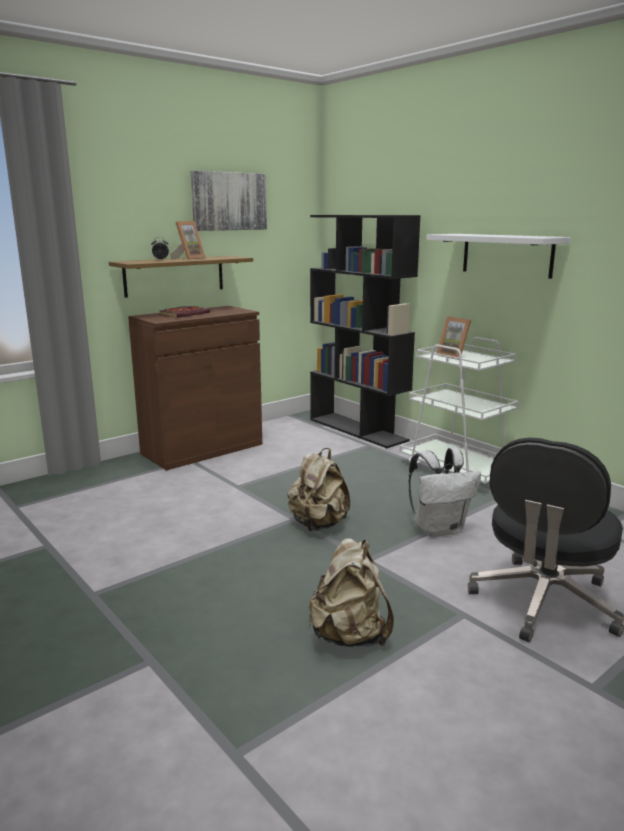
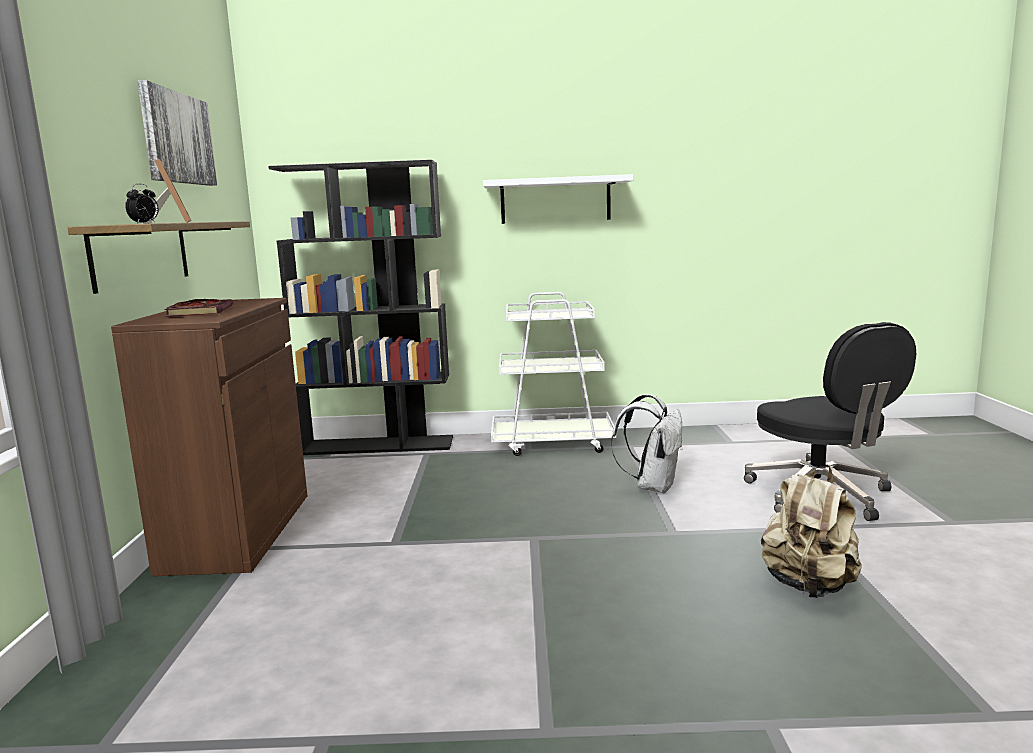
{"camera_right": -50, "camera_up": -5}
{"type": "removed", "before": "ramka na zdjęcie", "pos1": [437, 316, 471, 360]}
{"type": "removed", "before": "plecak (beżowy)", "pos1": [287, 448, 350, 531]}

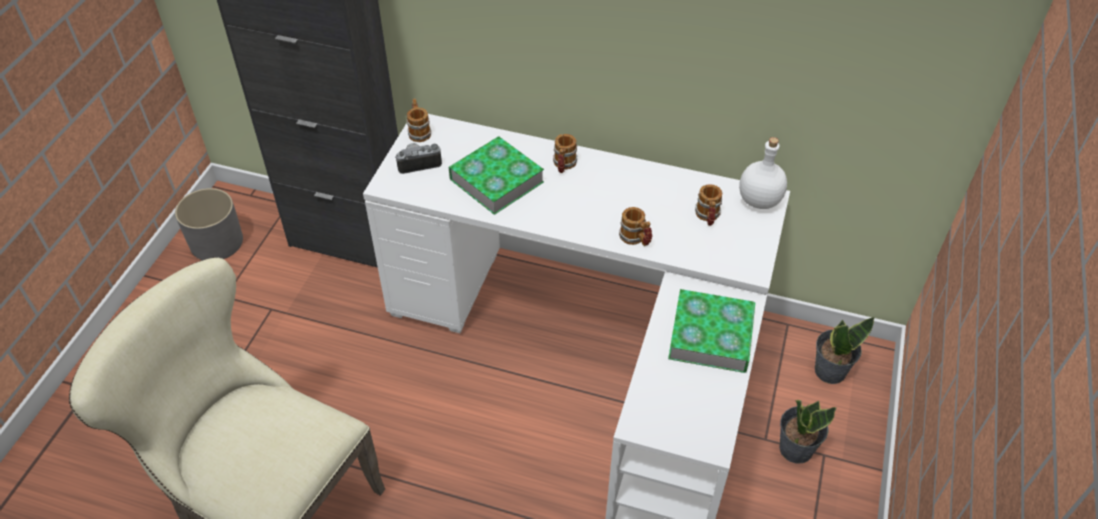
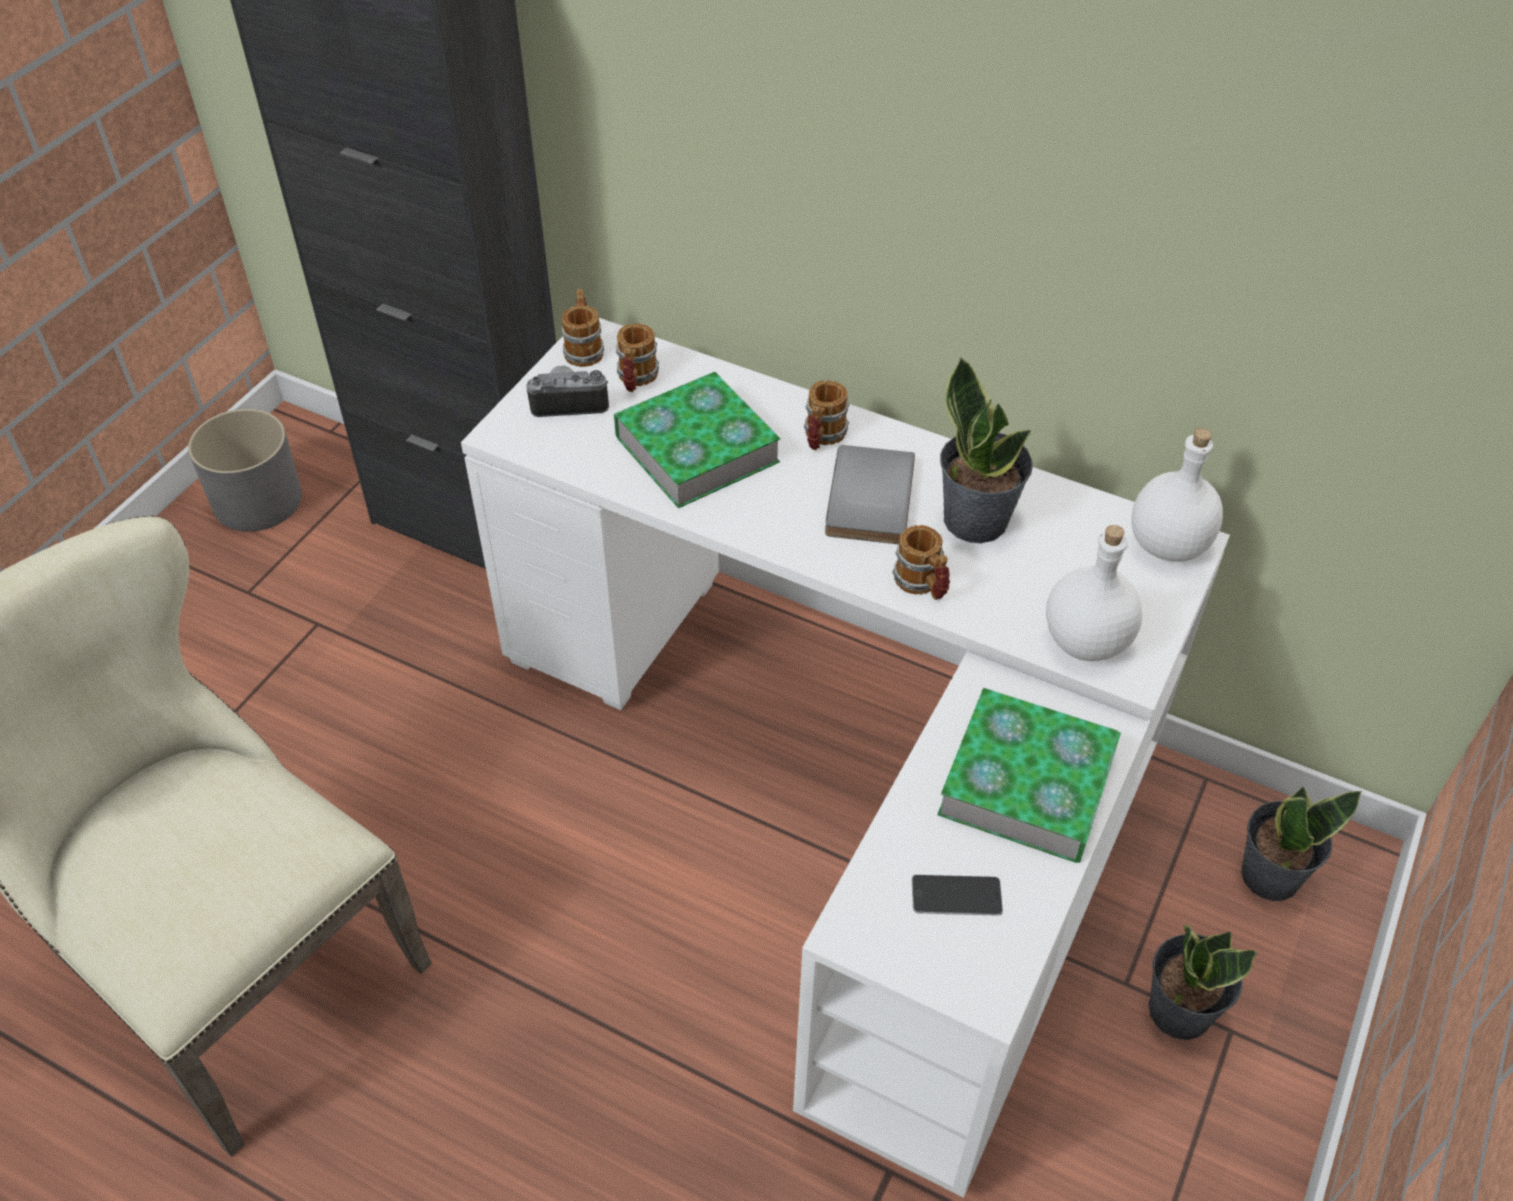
{"camera_right": 10, "camera_up": 0}
{"type": "moved", "before": "kubek", "pos1": [695, 184, 722, 226], "pos2": [616, 324, 659, 392]}
{"type": "added", "after": "roślina doniczkowa", "pos2": [940, 357, 1033, 543]}
{"type": "added", "after": "książka (szary)", "pos2": [825, 445, 915, 544]}
{"type": "added", "after": "butelka (biały)", "pos2": [1046, 525, 1142, 661]}
{"type": "added", "after": "telefon", "pos2": [912, 875, 1003, 916]}

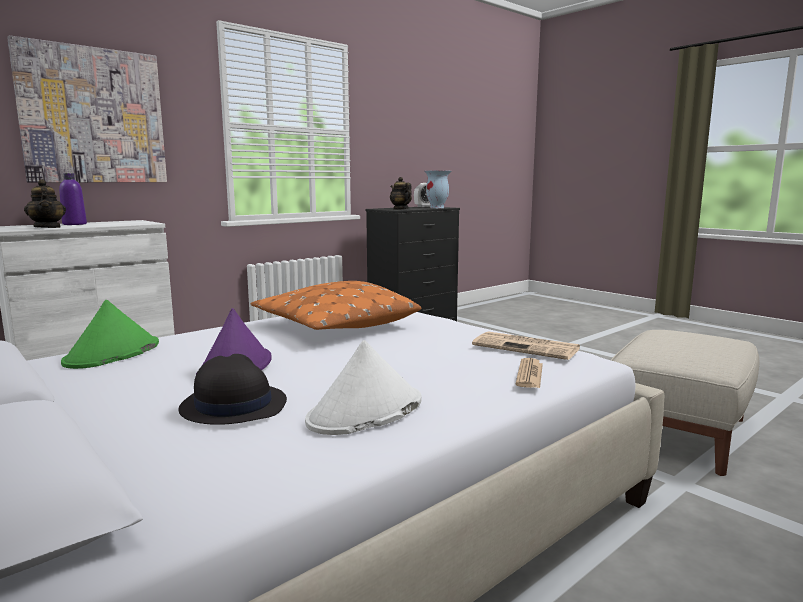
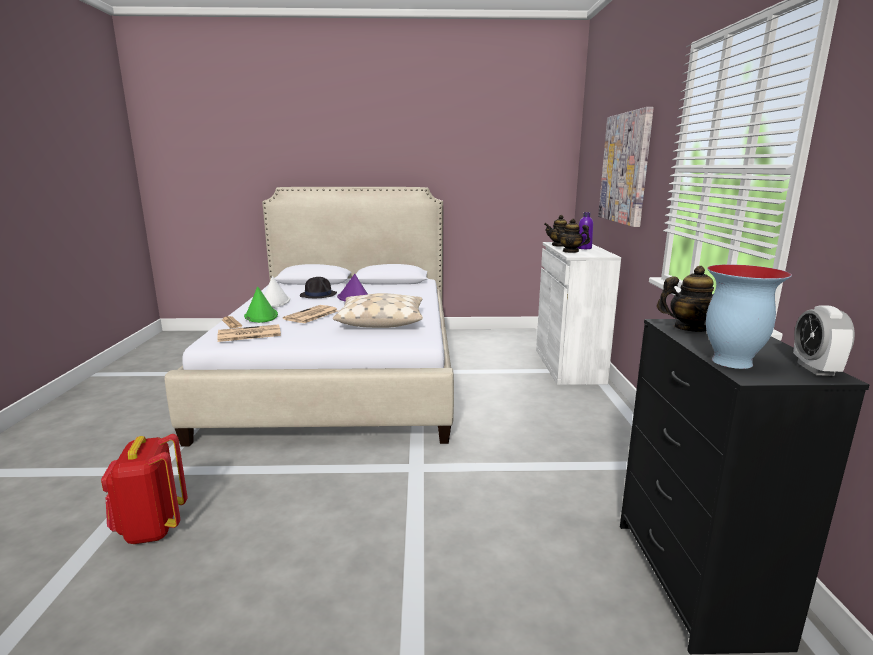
{"camera_right": 130, "camera_up": 5}
{"type": "recoloured", "before": "poduszka (pomarańczowy)", "after": "poduszka (beżowy)", "pos1": [251, 281, 421, 330], "pos2": [333, 293, 423, 328]}
{"type": "moved", "before": "kapelusz (zielony)", "pos1": [61, 300, 159, 369], "pos2": [244, 287, 278, 323]}
{"type": "replaced", "before": "pufa (beżowy)", "after": "plecak (czerwony)", "pos1": [611, 330, 760, 476], "pos2": [101, 434, 187, 544]}
{"type": "added", "after": "imbryk", "pos2": [555, 219, 590, 253]}
{"type": "added", "after": "gazeta", "pos2": [283, 305, 338, 324]}

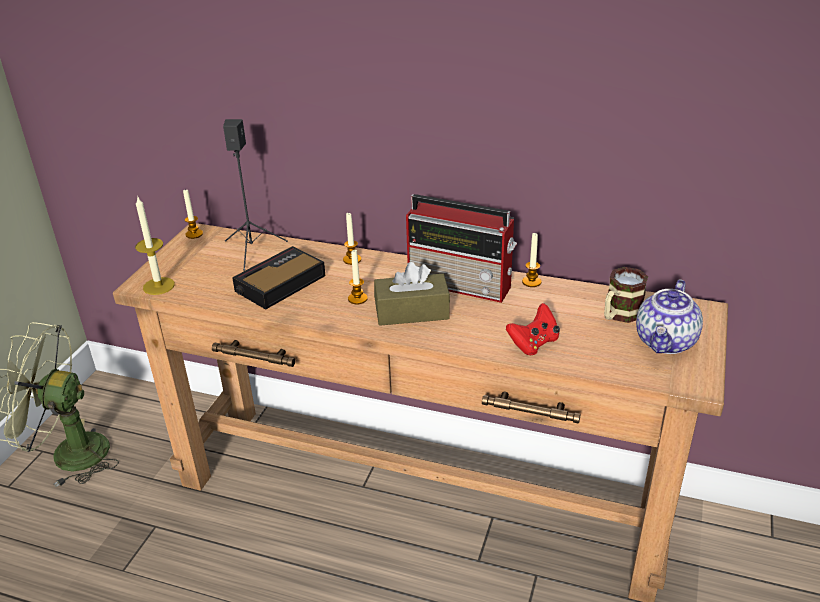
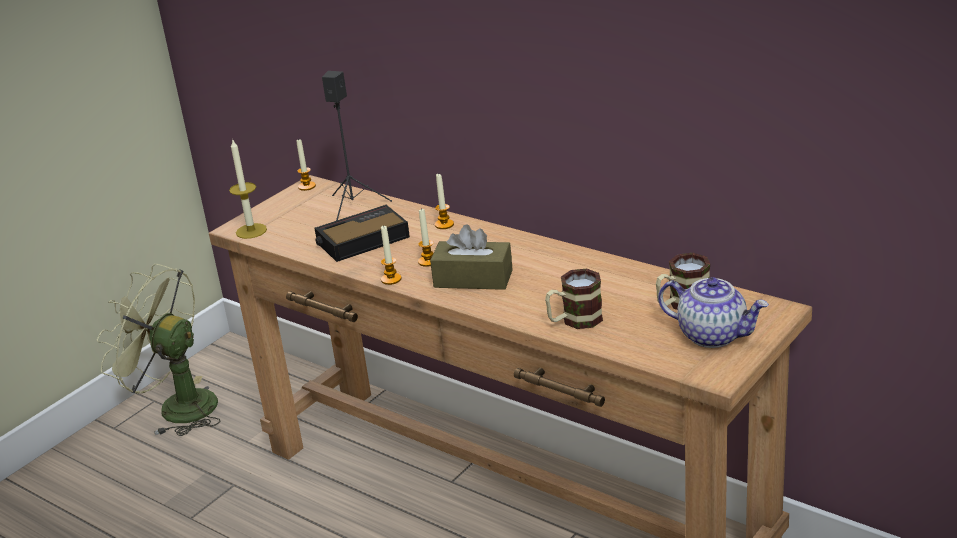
{"camera_right": 20, "camera_up": -5}
{"type": "removed", "before": "radio", "pos1": [406, 194, 517, 303]}
{"type": "moved", "before": "świeca", "pos1": [522, 233, 542, 287], "pos2": [381, 225, 402, 285]}
{"type": "turned", "before": "imbryk", "pos1": [636, 279, 703, 354], "pos2": [658, 277, 769, 348], "turn": -105}
{"type": "replaced", "before": "pad do gier (czerwony)", "after": "kubek", "pos1": [506, 303, 560, 355], "pos2": [545, 269, 603, 329]}

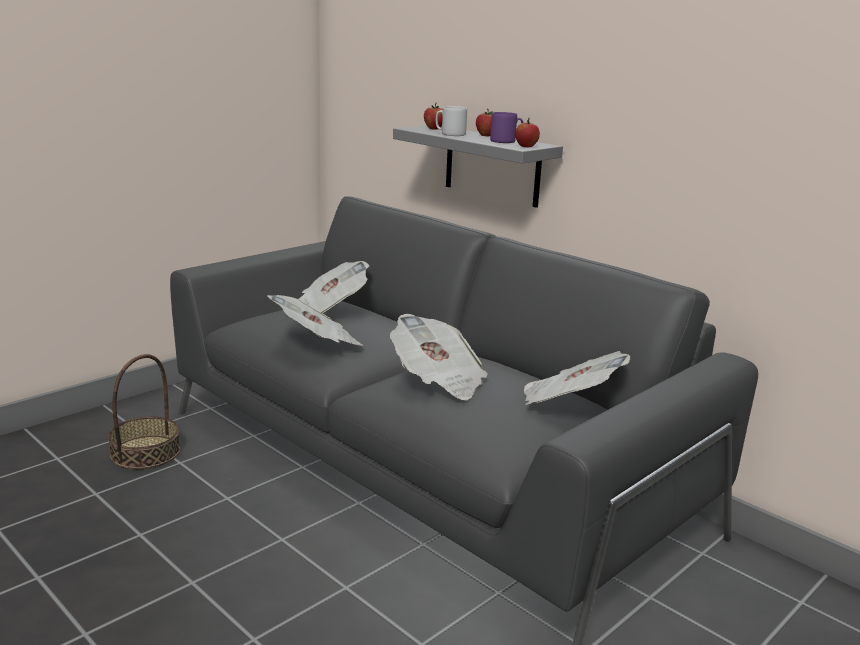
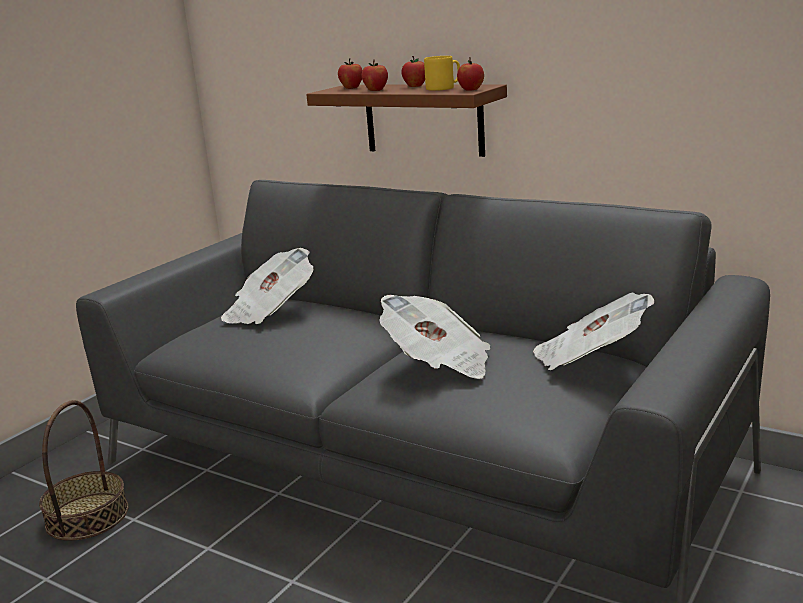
{"camera_right": -10, "camera_up": 0}
{"type": "replaced", "before": "kubek (szary)", "after": "jabłko", "pos1": [436, 106, 467, 136], "pos2": [362, 60, 388, 91]}
{"type": "recoloured", "before": "kubek (fioletowy)", "after": "kubek (żółty)", "pos1": [490, 112, 523, 143], "pos2": [424, 56, 460, 91]}
{"type": "recoloured", "before": "półka (szary)", "after": "półka (brązowy)", "pos1": [393, 125, 563, 208], "pos2": [306, 84, 507, 157]}
{"type": "removed", "before": "gazeta", "pos1": [267, 295, 363, 346]}

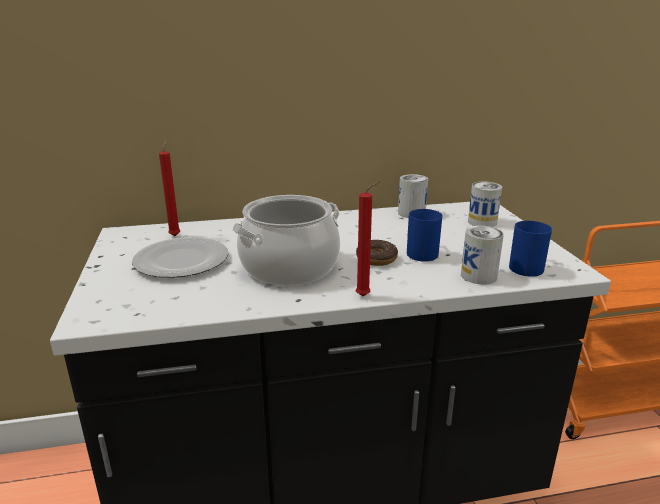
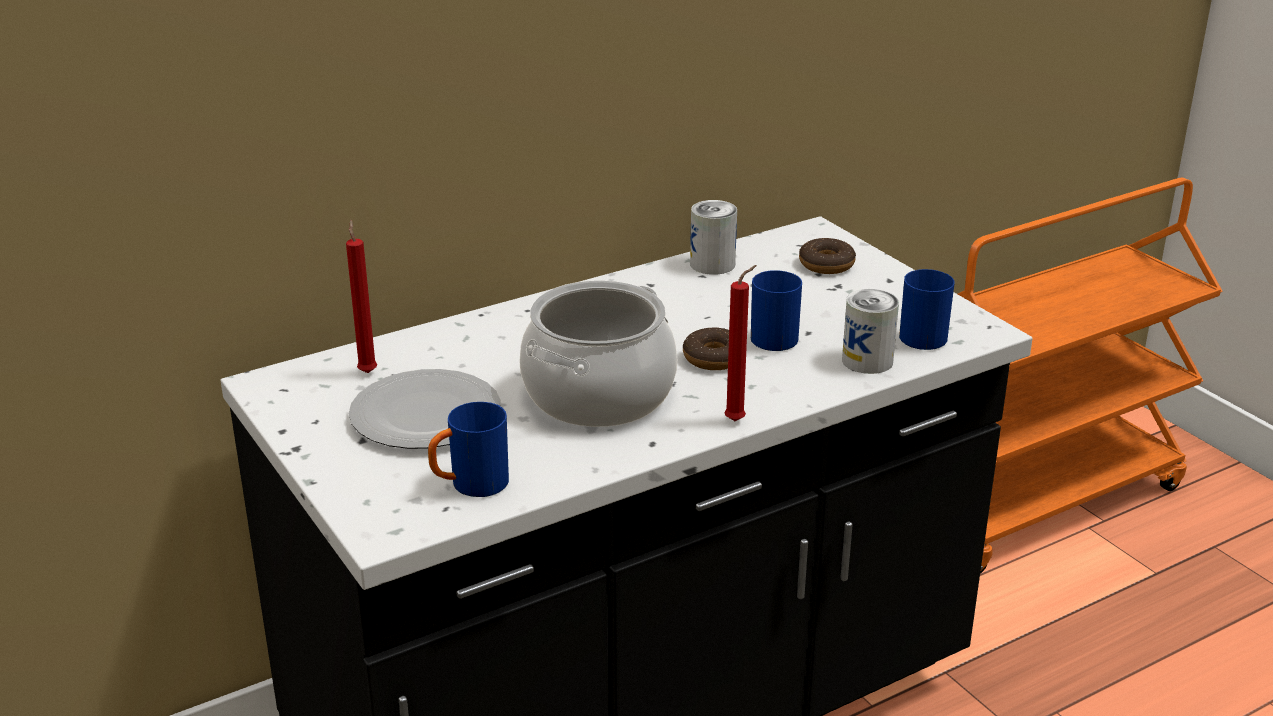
{"camera_right": -20, "camera_up": 5}
{"type": "replaced", "before": "puszka", "after": "donut", "pos1": [468, 182, 502, 227], "pos2": [799, 238, 856, 274]}
{"type": "added", "after": "kubek (niebieski)", "pos2": [428, 402, 509, 497]}

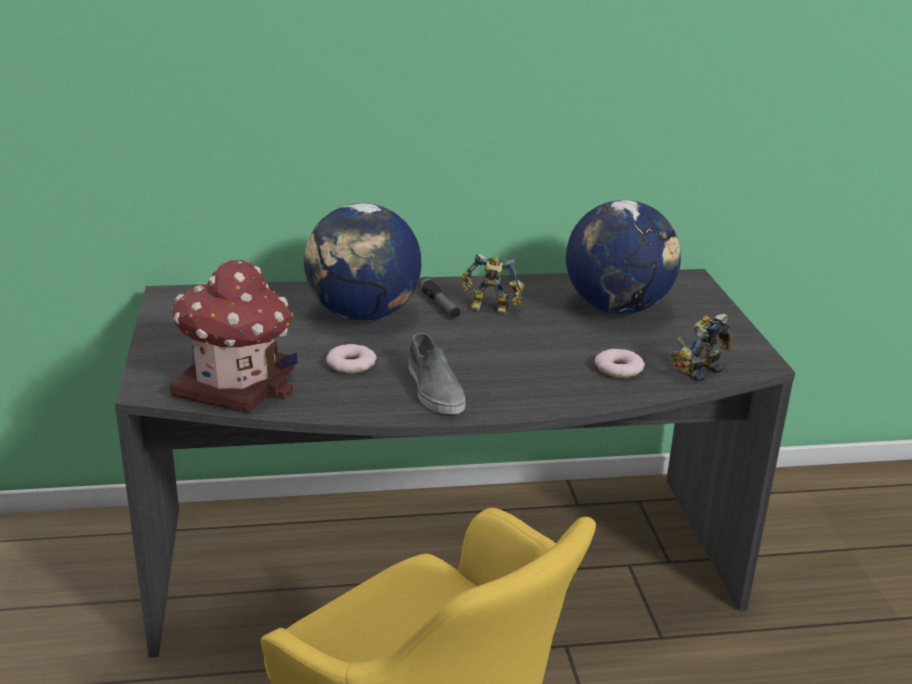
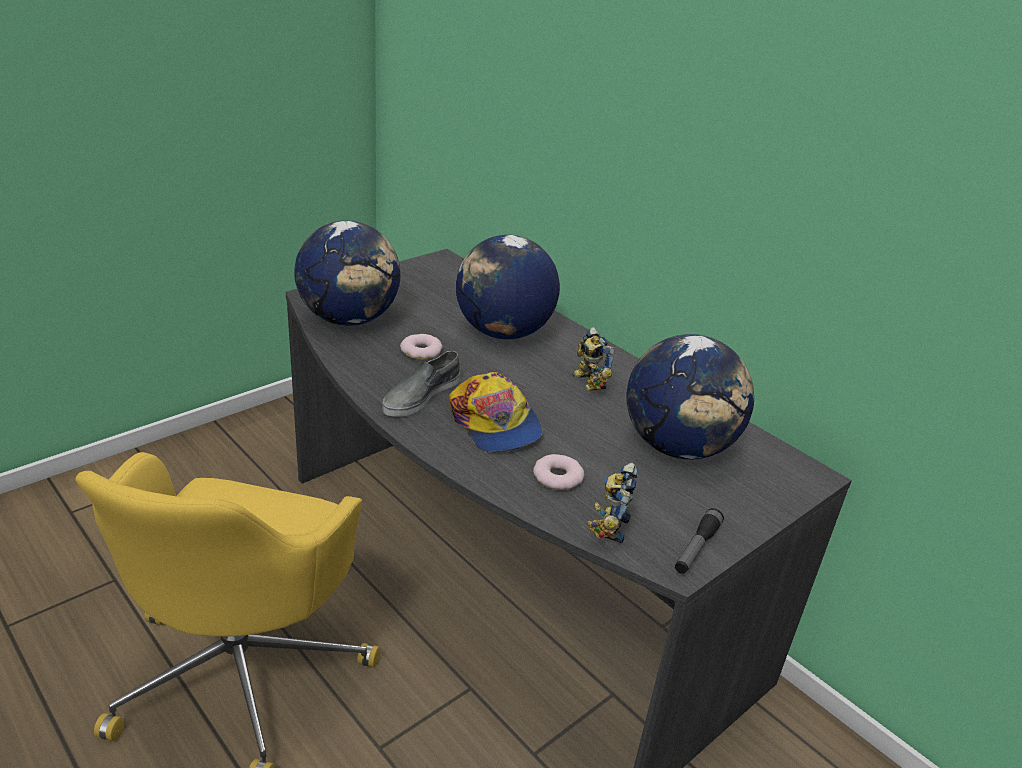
{"camera_right": 55, "camera_up": 5}
{"type": "replaced", "before": "domek", "after": "globus", "pos1": [170, 259, 297, 413], "pos2": [294, 221, 400, 326]}
{"type": "moved", "before": "latarka", "pos1": [418, 277, 461, 317], "pos2": [675, 508, 724, 574]}
{"type": "turned", "before": "robot zabawkowy", "pos1": [670, 314, 733, 382], "pos2": [587, 463, 637, 543], "turn": -90}
{"type": "added", "after": "czapka z daszkiem", "pos2": [449, 372, 543, 453]}

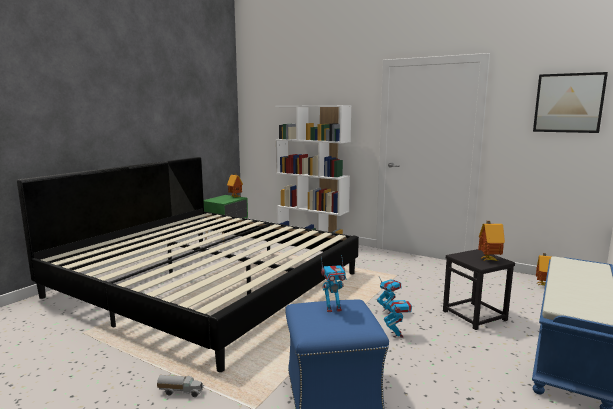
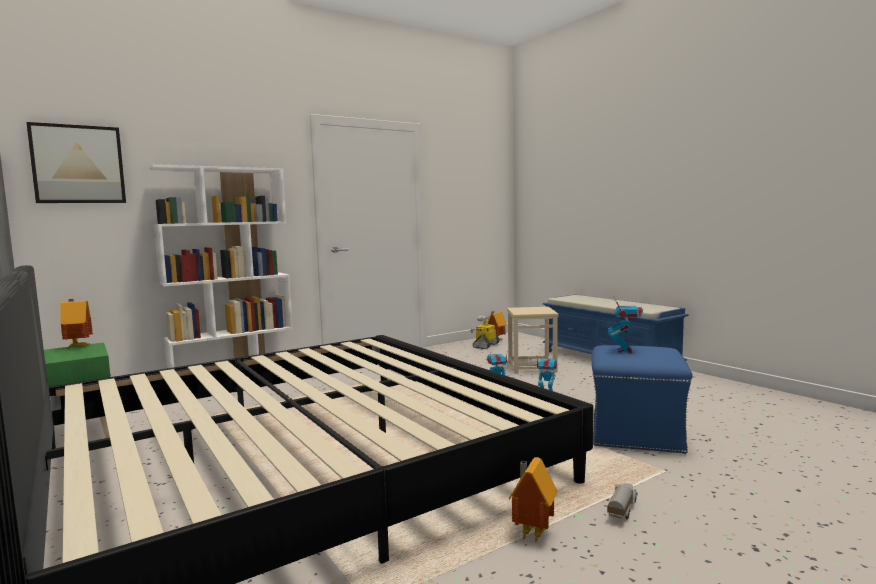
{"camera_right": -65, "camera_up": -5}
{"type": "moved", "before": "obraz", "pos1": [533, 72, 608, 133], "pos2": [26, 122, 126, 203]}
{"type": "moved", "before": "domek", "pos1": [478, 221, 505, 261], "pos2": [509, 457, 557, 544]}
{"type": "recoloured", "before": "stołek (czarny)", "after": "stołek (beżowy)", "pos1": [443, 249, 515, 330], "pos2": [507, 307, 559, 374]}
{"type": "added", "after": "robot zabawkowy", "pos2": [470, 315, 500, 349]}

